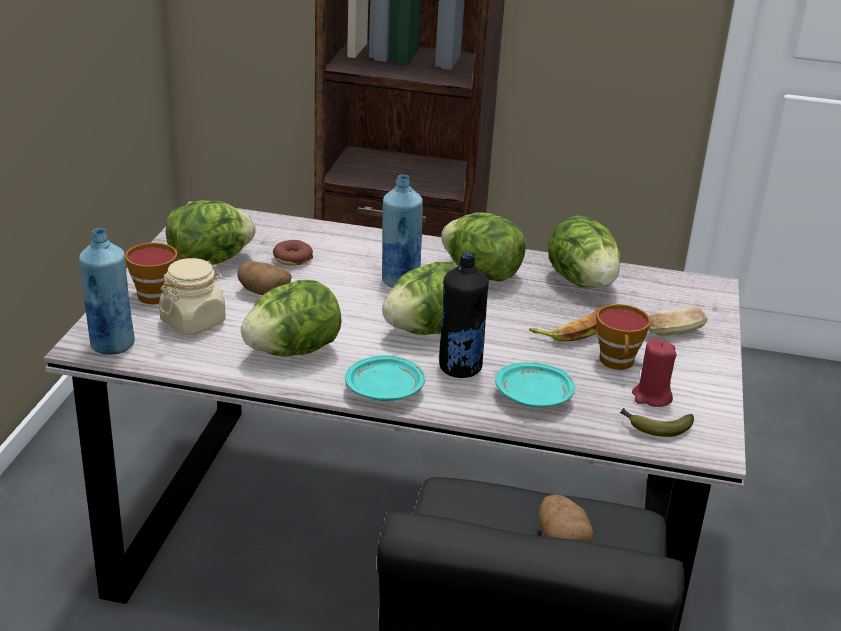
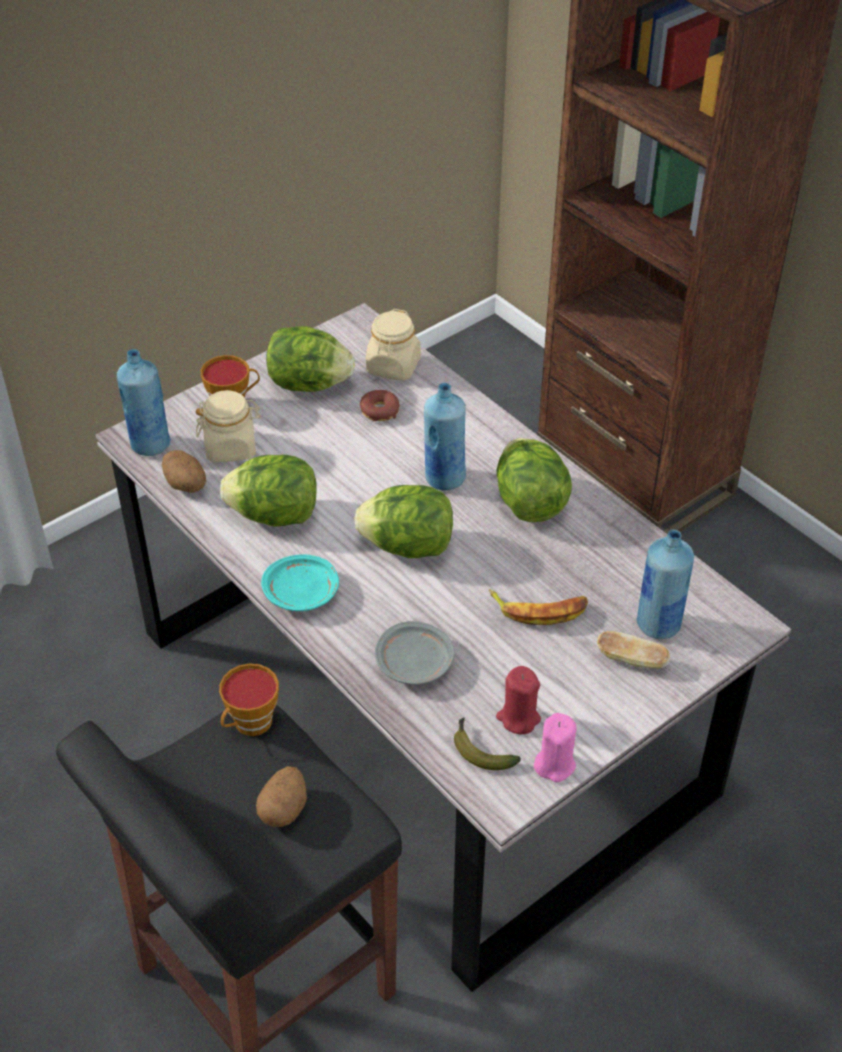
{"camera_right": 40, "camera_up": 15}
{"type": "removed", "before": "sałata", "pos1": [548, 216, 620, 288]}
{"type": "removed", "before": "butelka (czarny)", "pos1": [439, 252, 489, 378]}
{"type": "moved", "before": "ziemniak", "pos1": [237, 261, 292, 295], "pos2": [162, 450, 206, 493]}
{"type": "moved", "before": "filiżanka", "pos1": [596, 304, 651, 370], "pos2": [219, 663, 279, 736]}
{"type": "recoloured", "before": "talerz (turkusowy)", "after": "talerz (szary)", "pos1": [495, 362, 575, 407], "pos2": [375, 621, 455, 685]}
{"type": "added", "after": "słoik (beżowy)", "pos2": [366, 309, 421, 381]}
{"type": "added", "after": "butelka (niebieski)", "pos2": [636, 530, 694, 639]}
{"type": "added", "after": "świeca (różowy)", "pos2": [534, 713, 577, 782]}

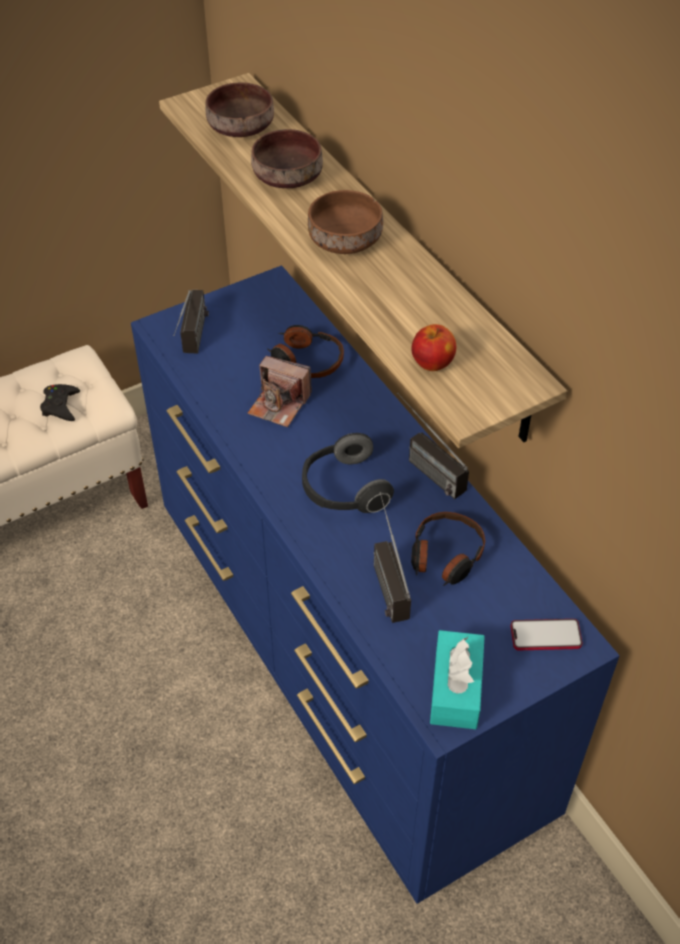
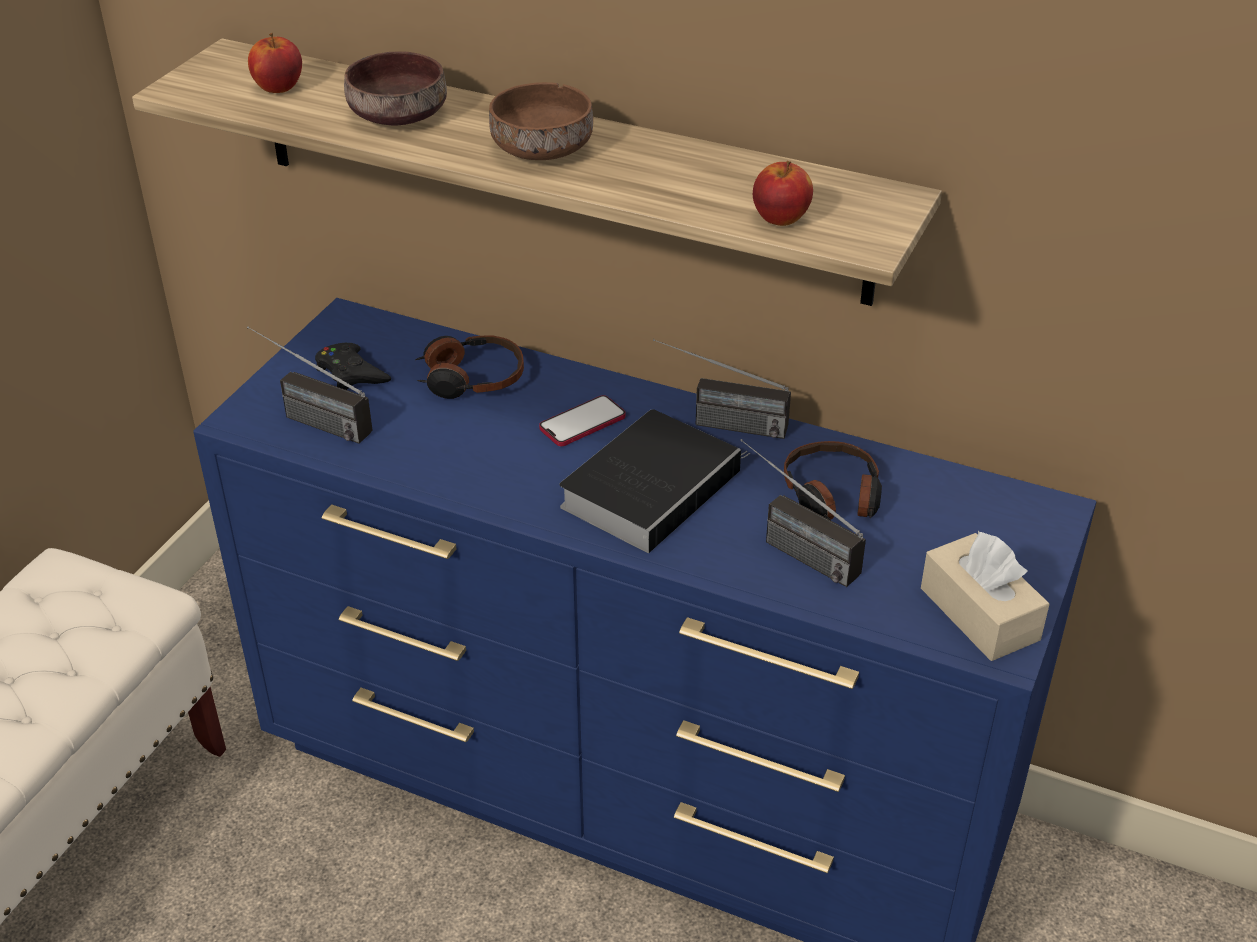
{"camera_right": -35, "camera_up": -10}
{"type": "replaced", "before": "miska (brązowy)", "after": "jabłko", "pos1": [206, 83, 274, 137], "pos2": [248, 33, 302, 93]}
{"type": "turned", "before": "radio", "pos1": [173, 290, 209, 354], "pos2": [247, 326, 372, 444], "turn": 150}
{"type": "removed", "before": "aparat fotograficzny", "pos1": [248, 356, 312, 427]}
{"type": "moved", "before": "pad do gier (czarny)", "pos1": [40, 384, 80, 421], "pos2": [315, 343, 391, 390]}
{"type": "replaced", "before": "słuchawki", "after": "książka", "pos1": [302, 433, 394, 513], "pos2": [559, 409, 750, 553]}
{"type": "moved", "before": "telefon", "pos1": [510, 619, 582, 650], "pos2": [539, 395, 625, 446]}
{"type": "recoloured", "before": "pudełko chusteczek (turkusowy)", "after": "pudełko chusteczek (beżowy)", "pos1": [430, 630, 485, 729], "pos2": [921, 531, 1050, 661]}

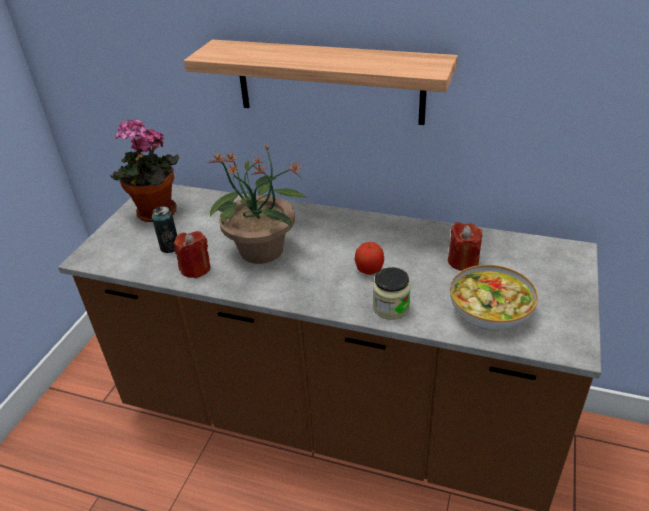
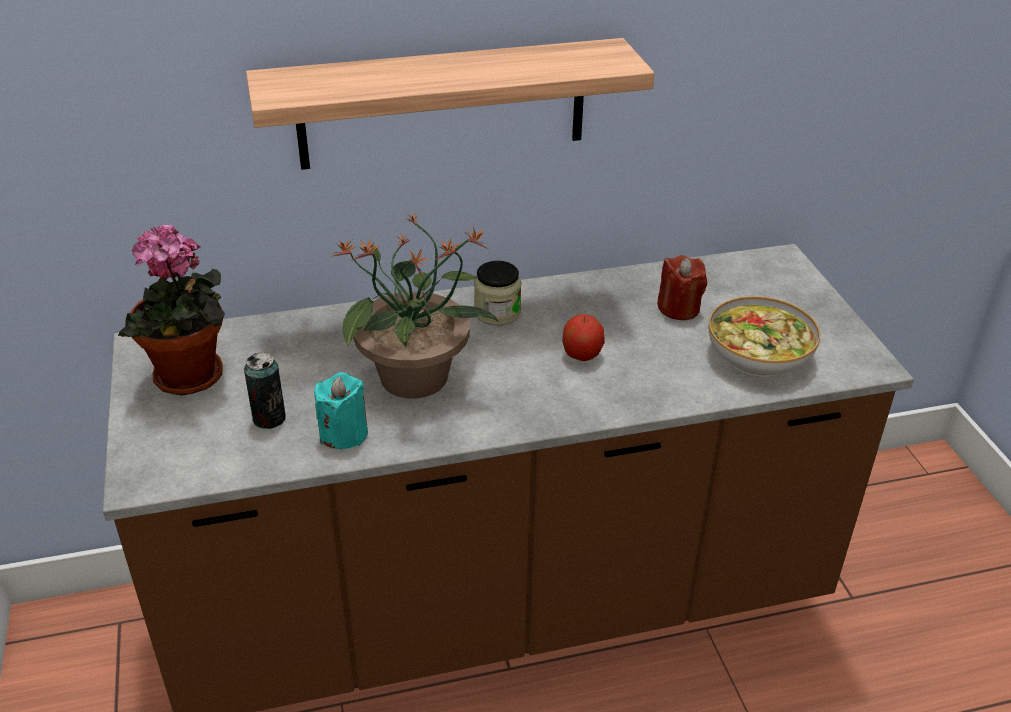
{"camera_right": -35, "camera_up": 0}
{"type": "recoloured", "before": "świeca (czerwony)", "after": "świeca (turkusowy)", "pos1": [174, 231, 211, 278], "pos2": [314, 372, 368, 449]}
{"type": "moved", "before": "słoik", "pos1": [373, 267, 411, 320], "pos2": [474, 261, 521, 326]}

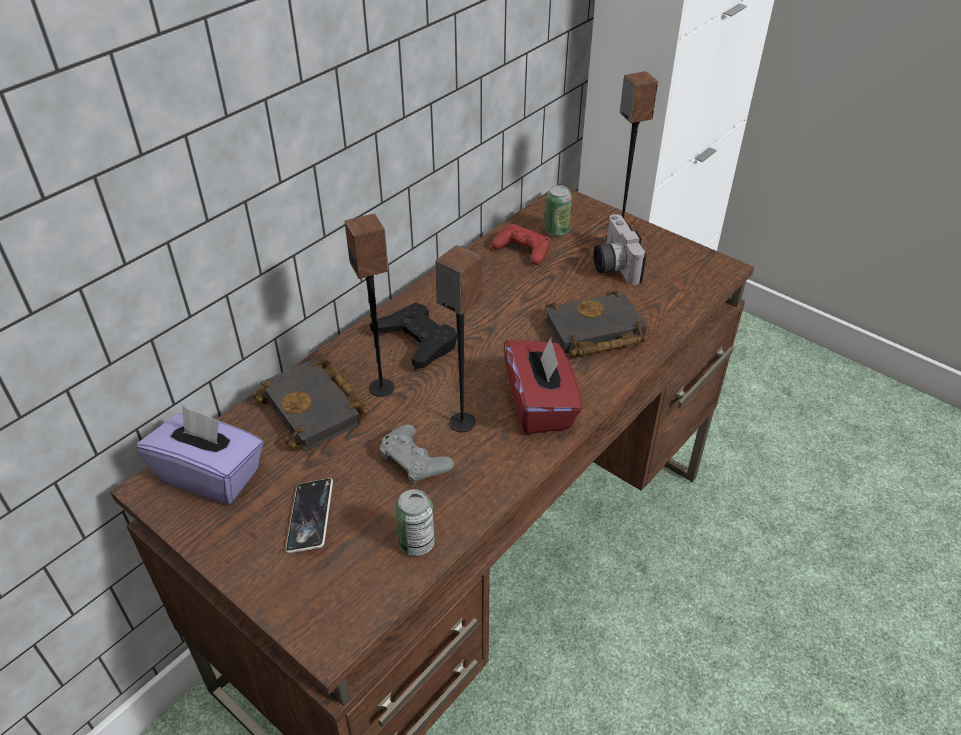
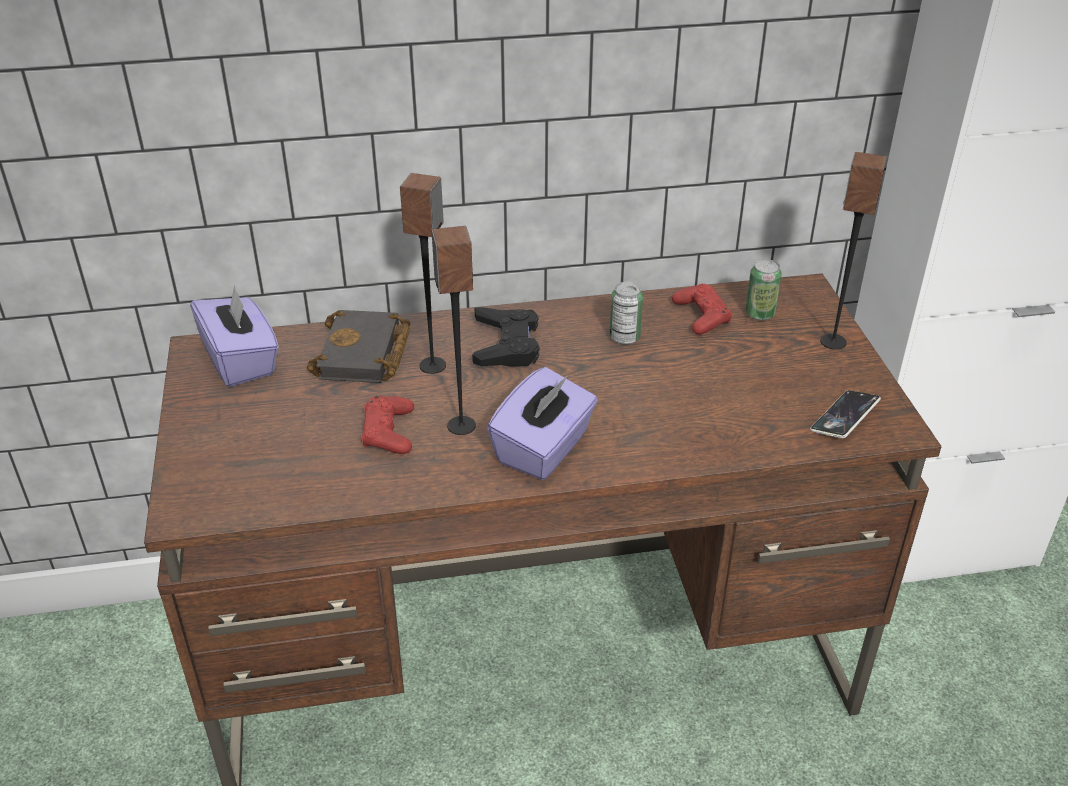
{"camera_right": 40, "camera_up": -5}
{"type": "removed", "before": "aparat fotograficzny", "pos1": [593, 214, 647, 285]}
{"type": "removed", "before": "książka (czarny)", "pos1": [544, 291, 647, 357]}
{"type": "recoloured", "before": "pudełko chusteczek (czerwony)", "after": "pudełko chusteczek (fioletowy)", "pos1": [504, 337, 583, 434], "pos2": [487, 367, 598, 480]}
{"type": "recoloured", "before": "pad do gier (szary)", "after": "pad do gier (czerwony)", "pos1": [380, 424, 454, 484], "pos2": [361, 395, 414, 454]}
{"type": "moved", "before": "telefon", "pos1": [286, 478, 333, 553], "pos2": [810, 390, 881, 438]}
{"type": "moved", "before": "puszka", "pos1": [395, 489, 435, 556], "pos2": [610, 282, 643, 345]}

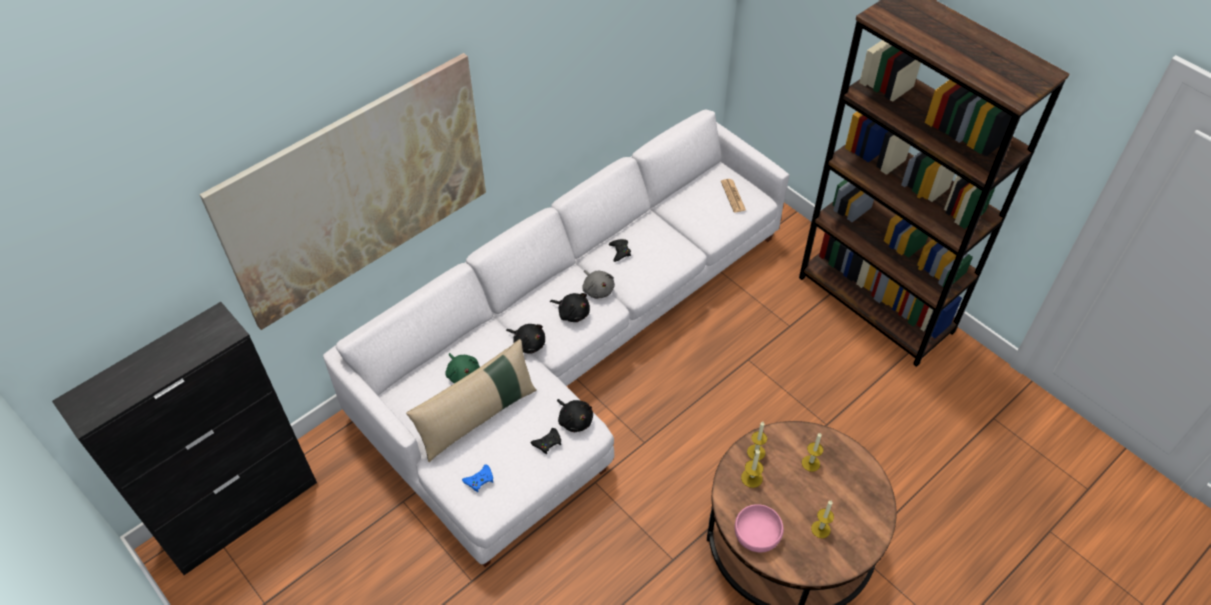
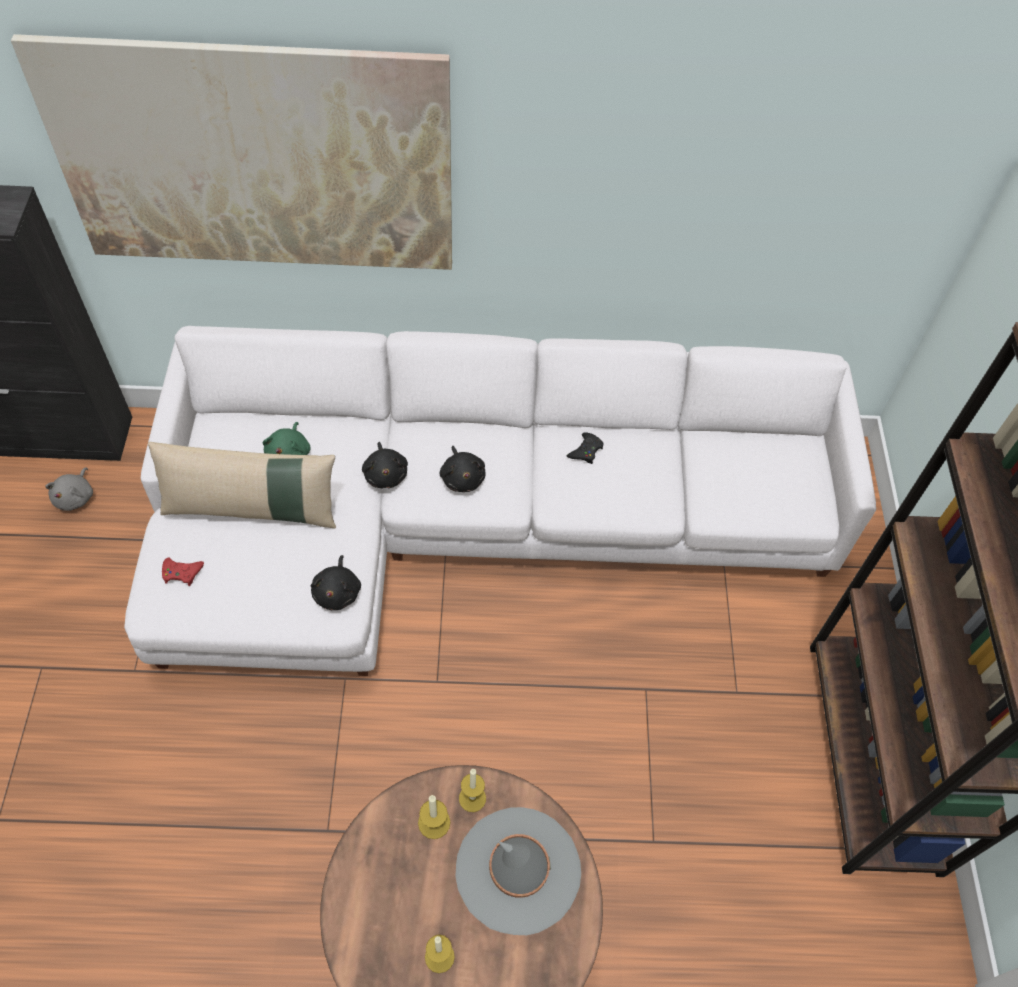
{"camera_right": 40, "camera_up": 5}
{"type": "removed", "before": "gazeta", "pos1": [721, 179, 746, 212]}
{"type": "moved", "before": "pluszak (szary)", "pos1": [582, 270, 615, 299], "pos2": [45, 467, 93, 511]}
{"type": "removed", "before": "pad do gier (czarny)", "pos1": [531, 428, 561, 454]}
{"type": "replaced", "before": "świeca", "after": "kapelusz (szary)", "pos1": [802, 432, 823, 472], "pos2": [455, 807, 581, 935]}
{"type": "recoloured", "before": "pad do gier (niebieski)", "after": "pad do gier (czerwony)", "pos1": [462, 464, 493, 492], "pos2": [162, 557, 204, 586]}
{"type": "removed", "before": "miska (różowy)", "pos1": [735, 504, 784, 552]}

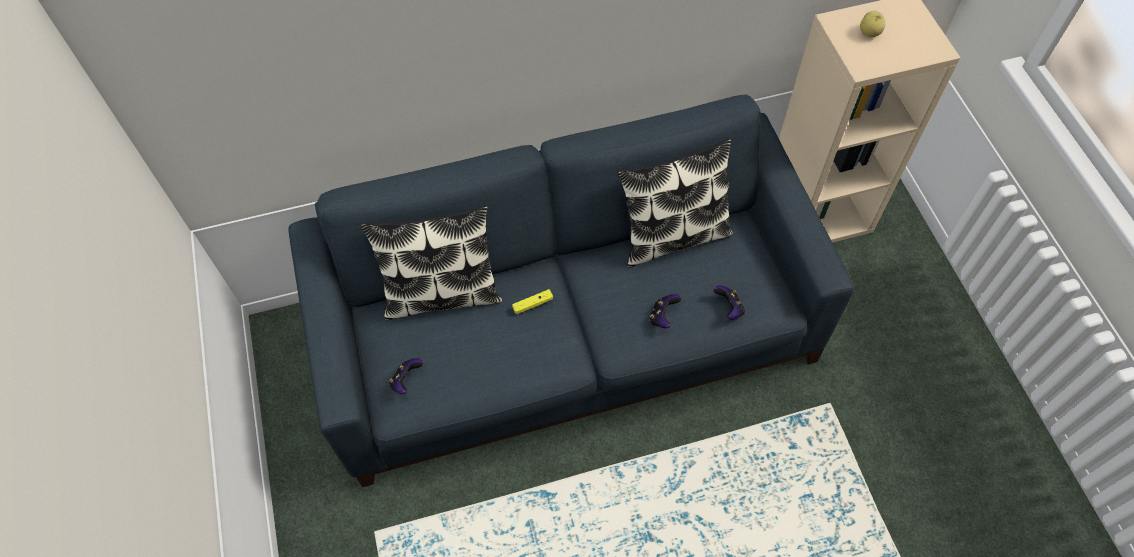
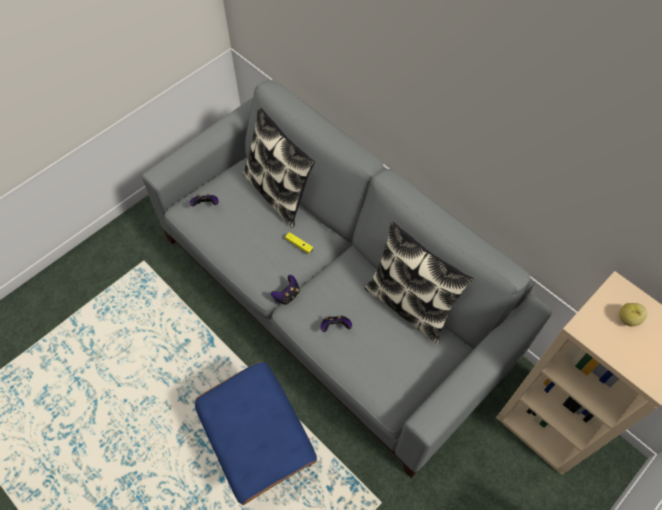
{"camera_right": 60, "camera_up": 0}
{"type": "recoloured", "before": "kanapa (niebieski)", "after": "kanapa (szary)", "pos1": [288, 94, 855, 487], "pos2": [142, 80, 552, 478]}
{"type": "moved", "before": "pad do gier", "pos1": [714, 285, 745, 320], "pos2": [271, 275, 300, 305]}
{"type": "added", "after": "pufa (niebieski)", "pos2": [195, 361, 317, 505]}

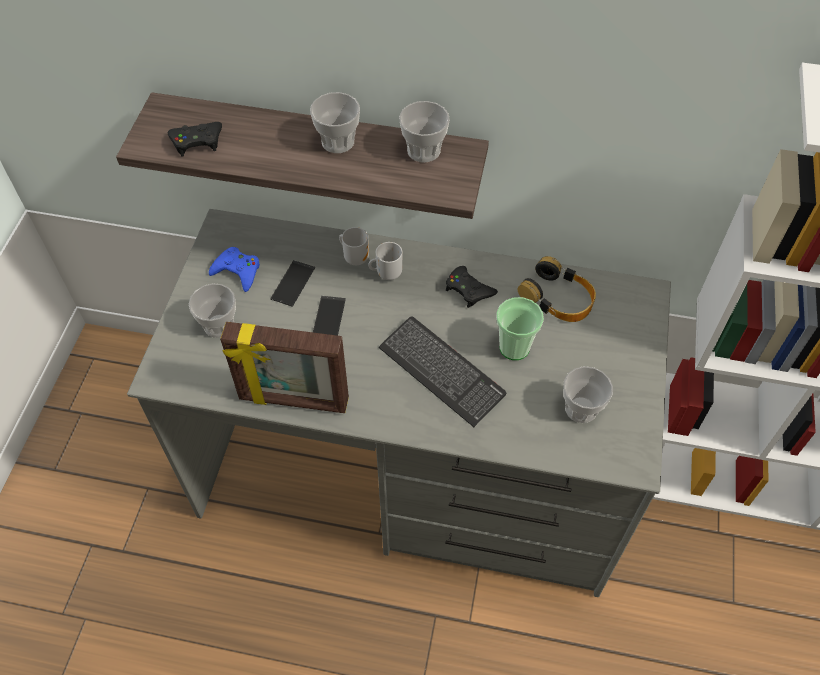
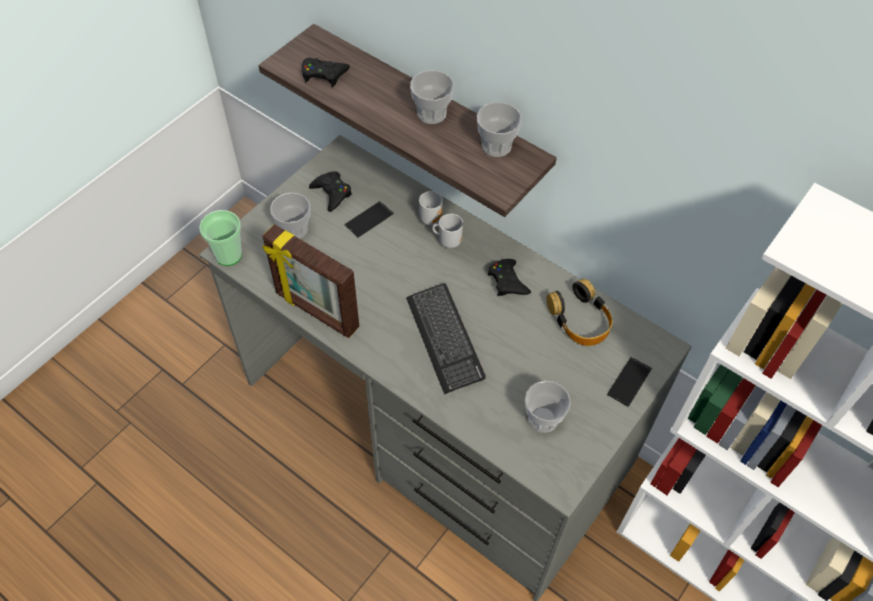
{"camera_right": 25, "camera_up": 0}
{"type": "recoloured", "before": "pad do gier (niebieski)", "after": "pad do gier (czarny)", "pos1": [209, 247, 260, 292], "pos2": [309, 171, 352, 212]}
{"type": "moved", "before": "telefon", "pos1": [313, 296, 346, 336], "pos2": [607, 357, 652, 407]}
{"type": "moved", "before": "filiżanka", "pos1": [496, 297, 544, 360], "pos2": [199, 210, 242, 266]}

